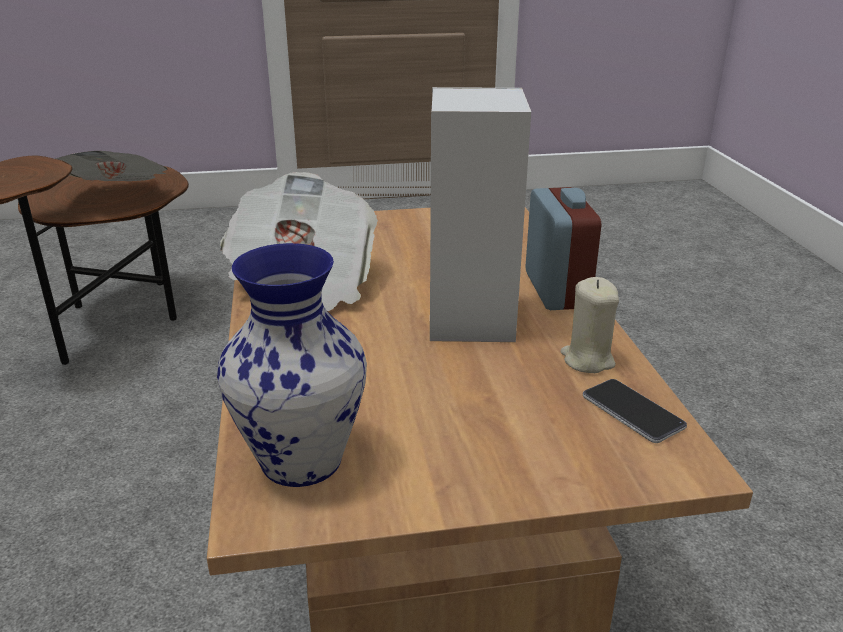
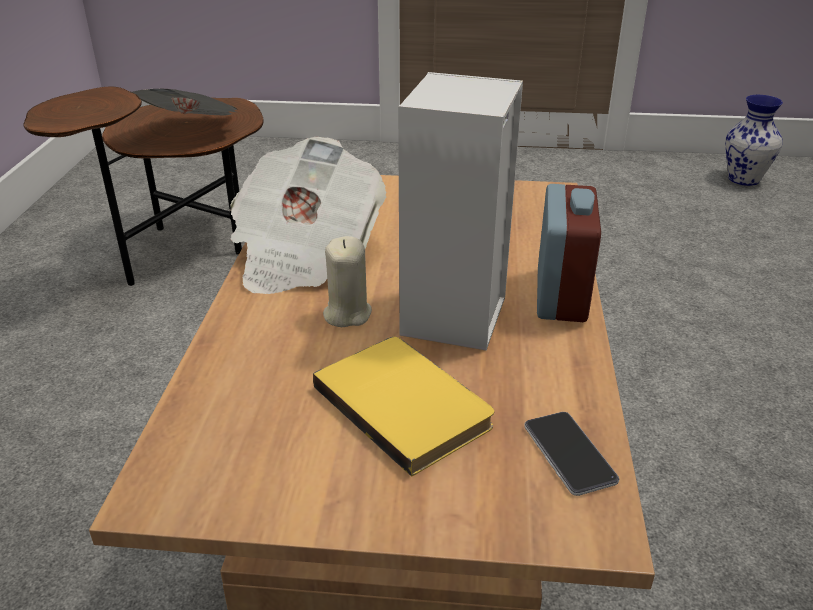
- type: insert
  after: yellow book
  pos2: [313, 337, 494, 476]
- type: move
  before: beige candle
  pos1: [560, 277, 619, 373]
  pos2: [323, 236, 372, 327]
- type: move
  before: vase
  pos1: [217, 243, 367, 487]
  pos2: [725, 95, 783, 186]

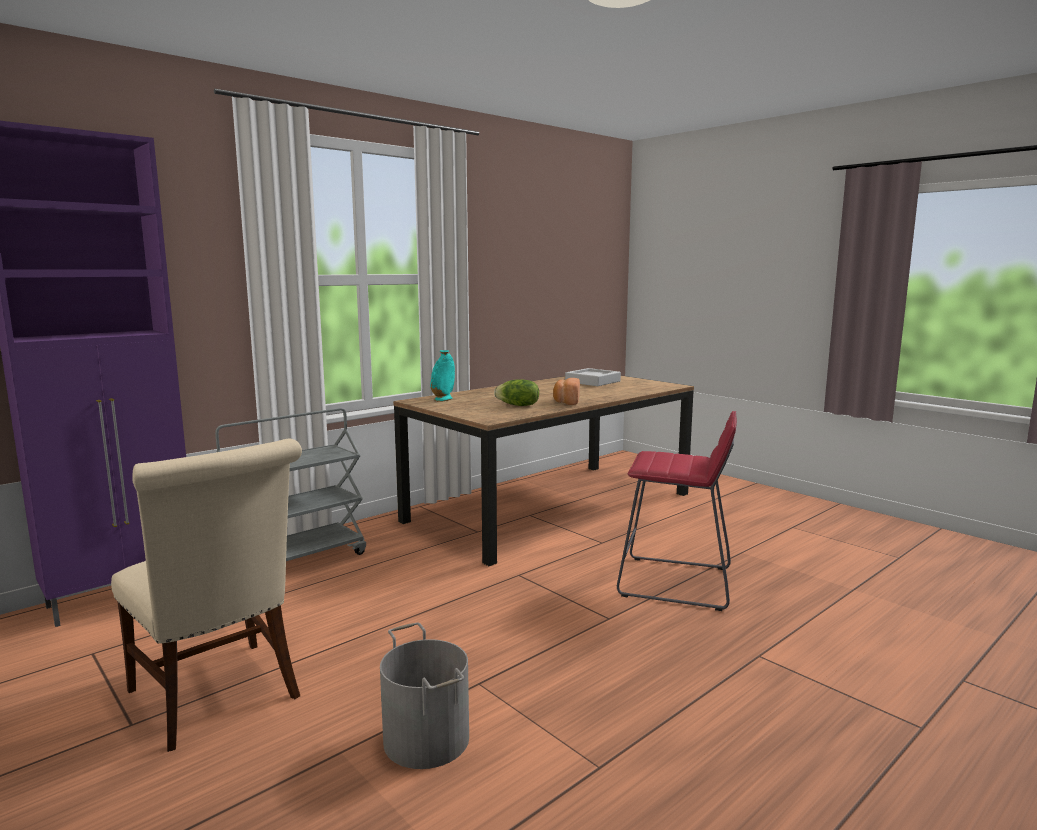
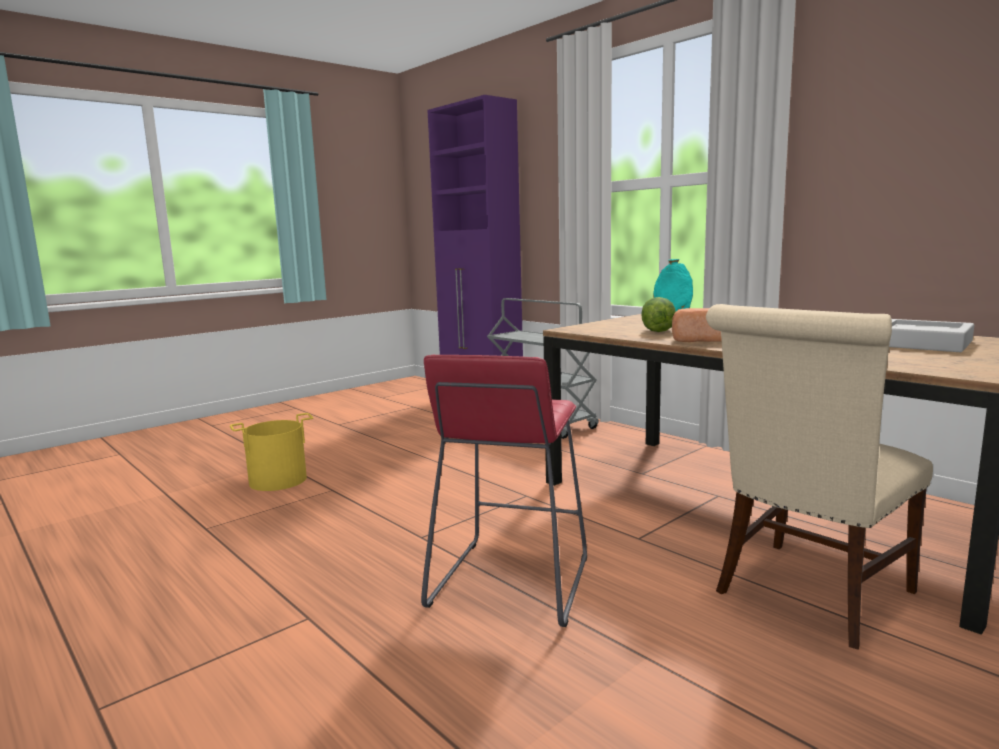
- type: recolor
  before: grey bucket
  after: yellow bucket
  pos1: [380, 622, 469, 769]
  pos2: [230, 413, 313, 491]
- type: move
  before: beige chair
  pos1: [111, 439, 302, 752]
  pos2: [706, 304, 933, 650]

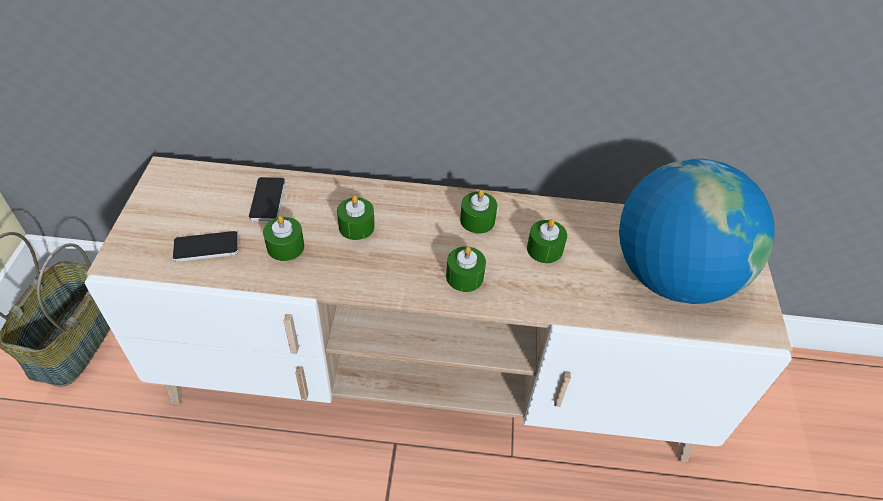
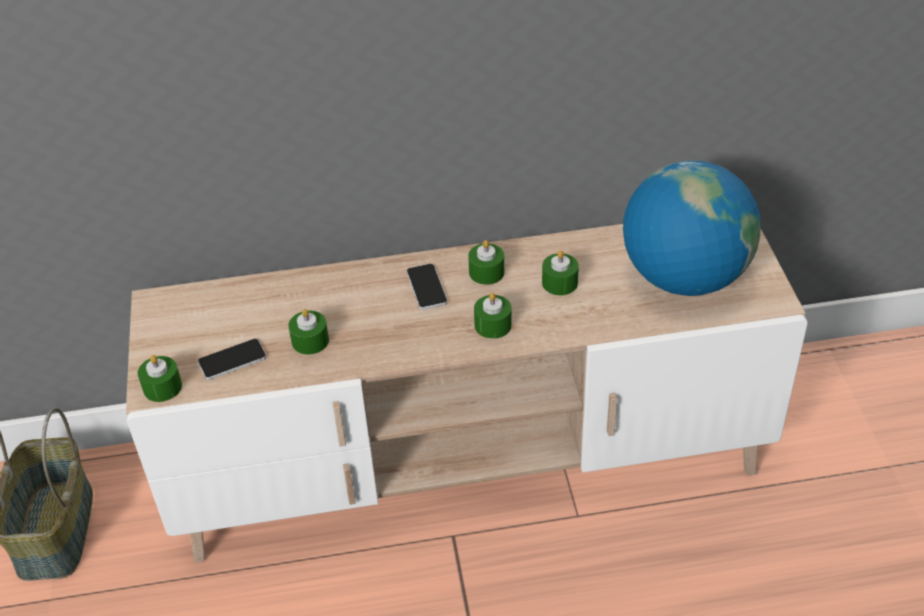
- type: move
  before: green candle
  pos1: [337, 196, 375, 240]
  pos2: [138, 355, 182, 402]
- type: move
  before: phone
  pos1: [249, 177, 285, 221]
  pos2: [407, 264, 448, 310]

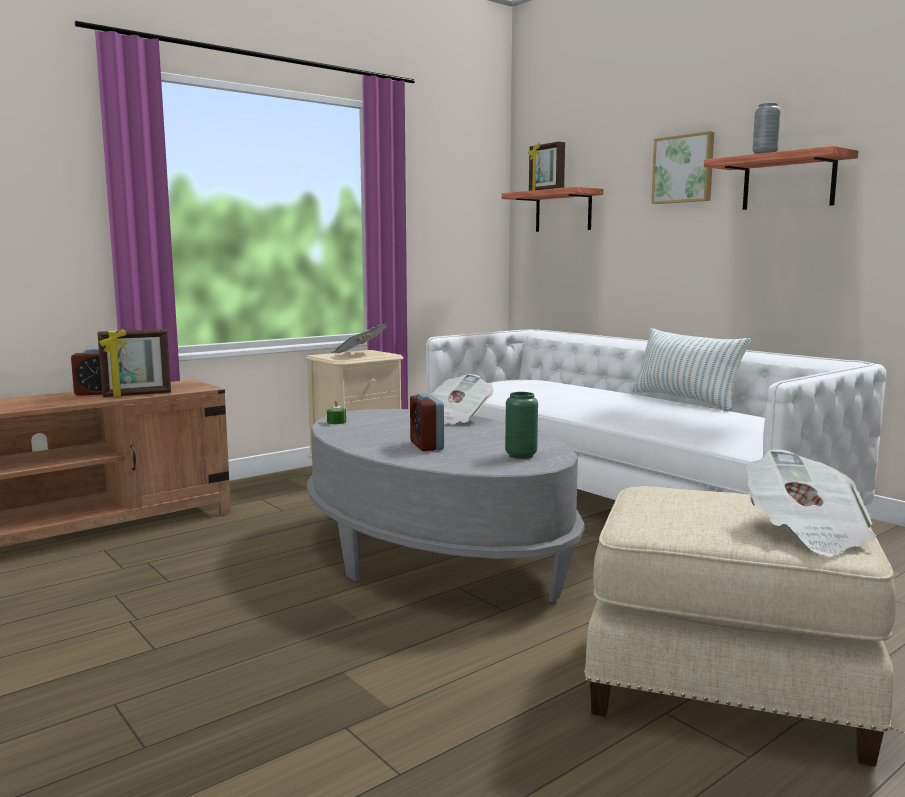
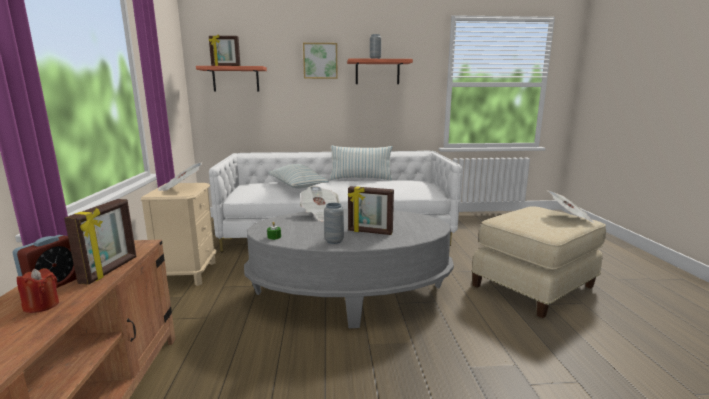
- type: insert
  after: red candle
  pos2: [17, 268, 59, 313]
- type: insert
  after: pillow
  pos2: [268, 164, 329, 189]
- type: insert
  after: grey vase
  pos2: [324, 203, 344, 244]
- type: replace
  before: alarm clock
  after: picture frame
  pos1: [410, 393, 444, 451]
  pos2: [348, 186, 394, 235]
- type: delete
  before: green vase
  pos1: [505, 392, 538, 459]

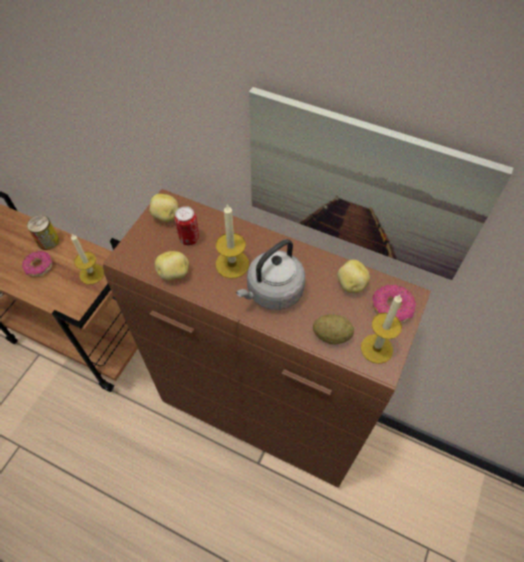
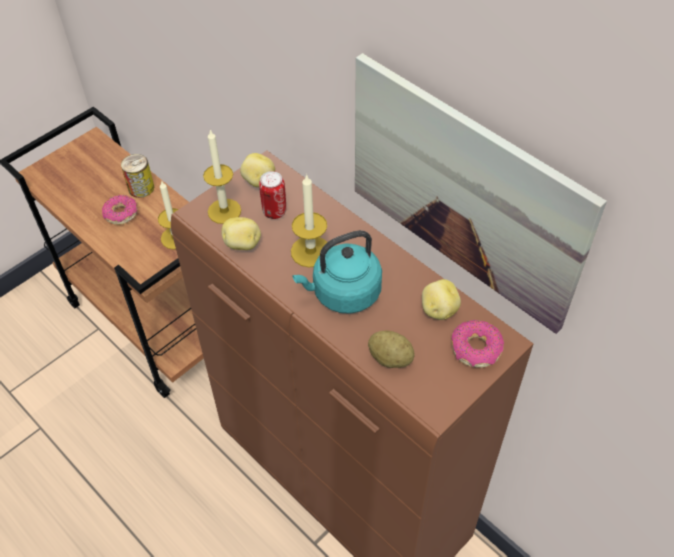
- type: move
  before: candle
  pos1: [361, 295, 402, 364]
  pos2: [203, 129, 241, 224]
- type: recolor
  before: grey kettle
  after: turquoise kettle
  pos1: [236, 239, 305, 310]
  pos2: [293, 230, 382, 314]

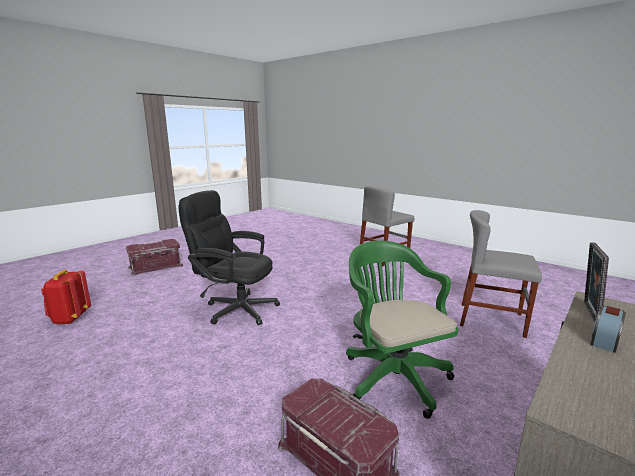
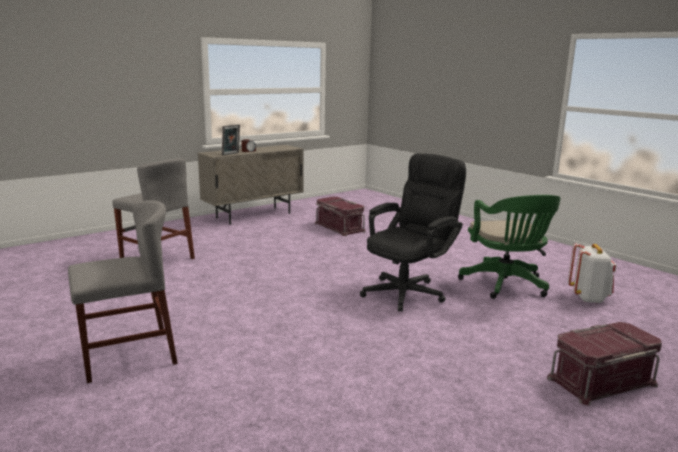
- type: rotate
  before: black office chair
  pos1: [178, 190, 280, 325]
  pos2: [360, 153, 466, 312]
  turn: -75
- type: move
  before: green office chair
  pos1: [346, 241, 458, 419]
  pos2: [458, 195, 561, 299]
- type: recolor
  before: red backpack
  after: white backpack
  pos1: [41, 270, 91, 324]
  pos2: [568, 243, 617, 303]

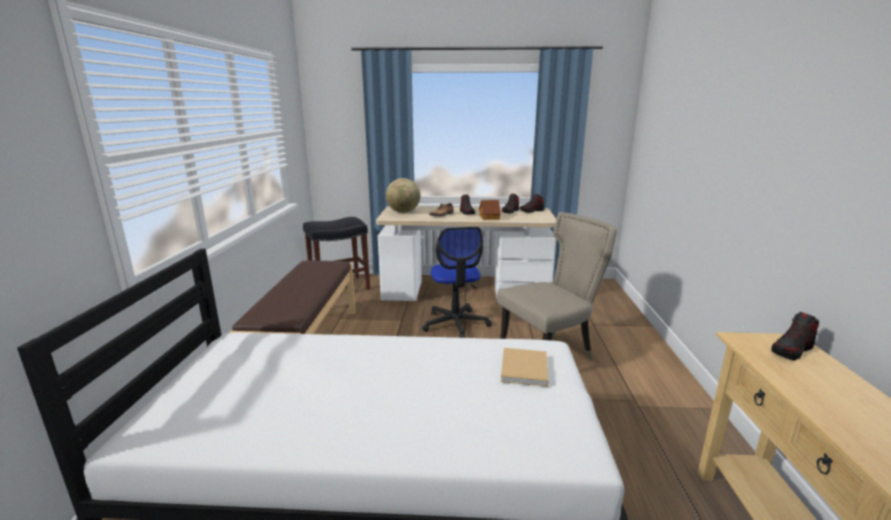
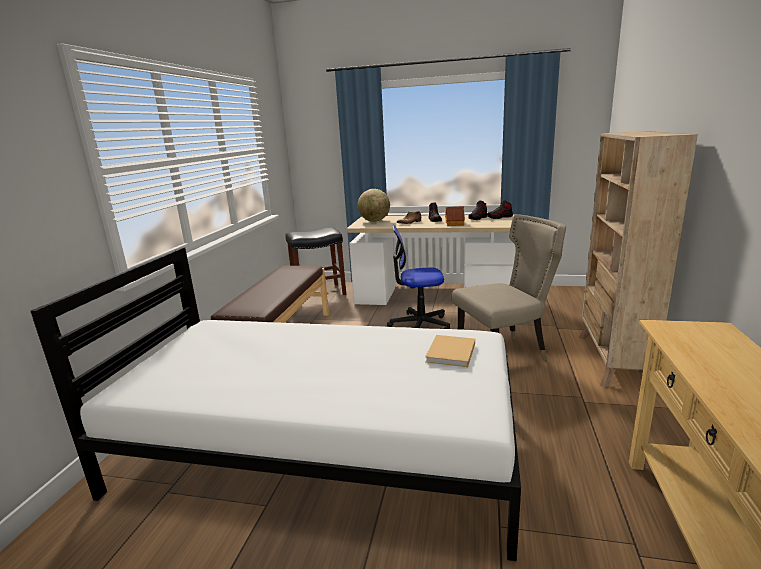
- type: rotate
  before: office chair
  pos1: [422, 227, 492, 338]
  pos2: [387, 224, 450, 329]
  turn: 90
- type: insert
  after: beige bookcase
  pos2: [579, 131, 698, 387]
- type: delete
  before: shoe
  pos1: [771, 312, 819, 360]

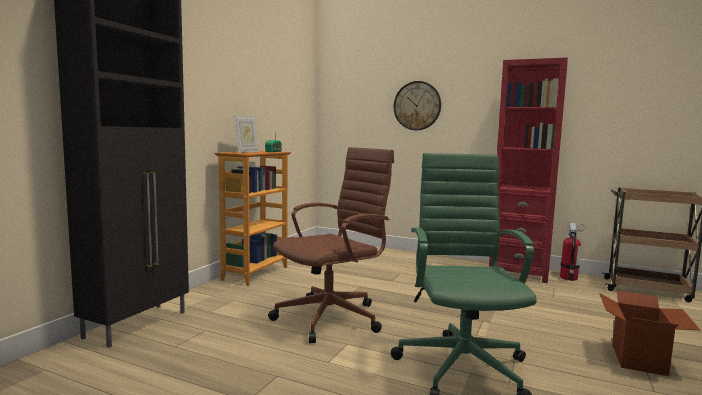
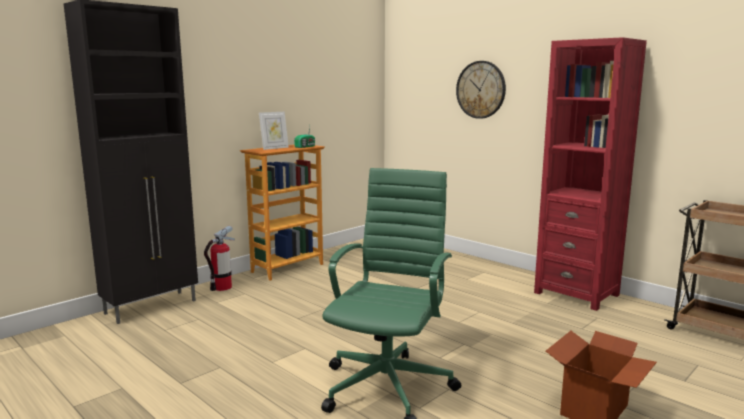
- type: move
  before: fire extinguisher
  pos1: [560, 223, 585, 281]
  pos2: [204, 226, 235, 291]
- type: delete
  before: brown office chair
  pos1: [268, 147, 394, 343]

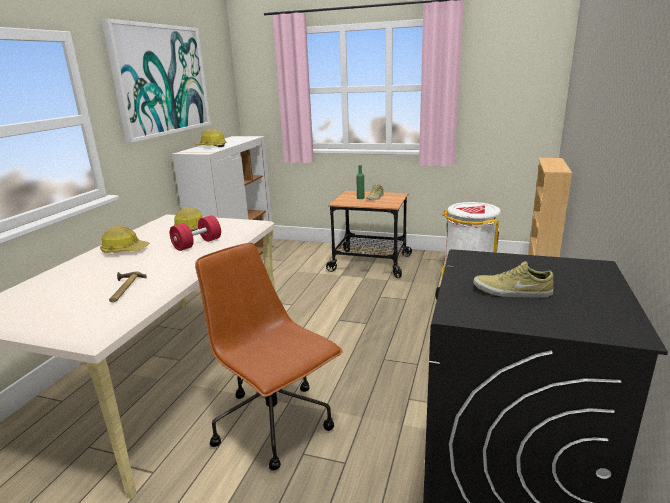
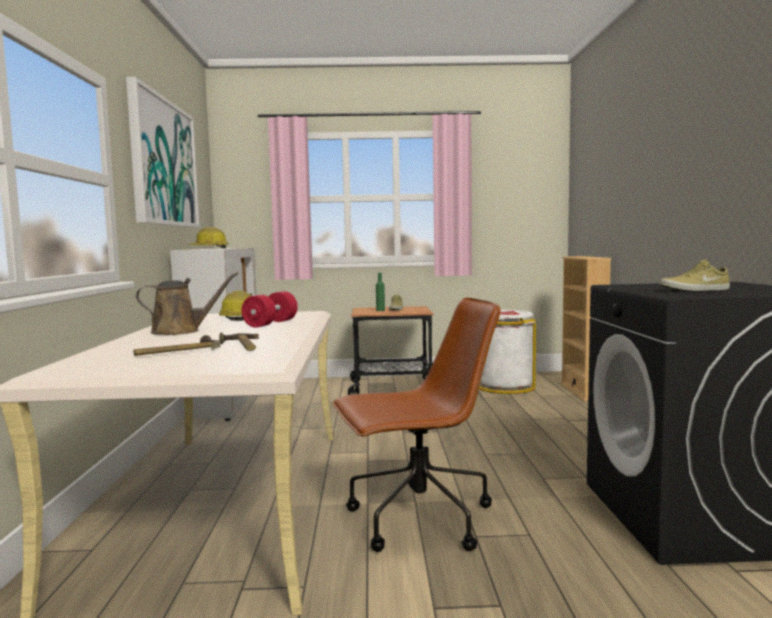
- type: insert
  after: hammer
  pos2: [134, 335, 221, 356]
- type: replace
  before: hard hat
  after: brown watering can
  pos1: [100, 226, 149, 253]
  pos2: [136, 272, 239, 335]
- type: rotate
  before: brown office chair
  pos1: [195, 243, 343, 471]
  pos2: [332, 298, 501, 552]
  turn: 135

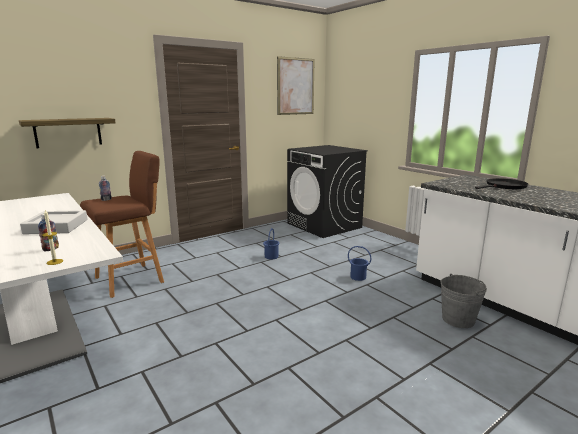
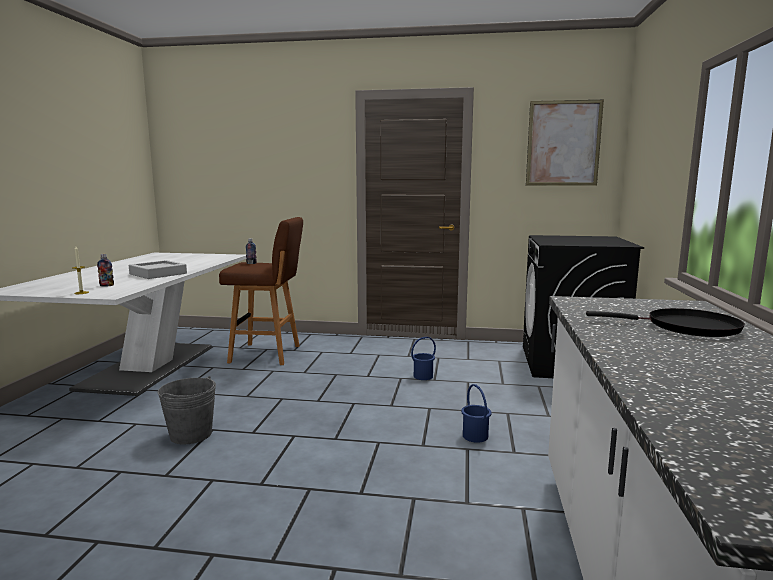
- type: move
  before: grey bucket
  pos1: [441, 274, 487, 328]
  pos2: [157, 376, 216, 445]
- type: delete
  before: shelf
  pos1: [19, 118, 116, 148]

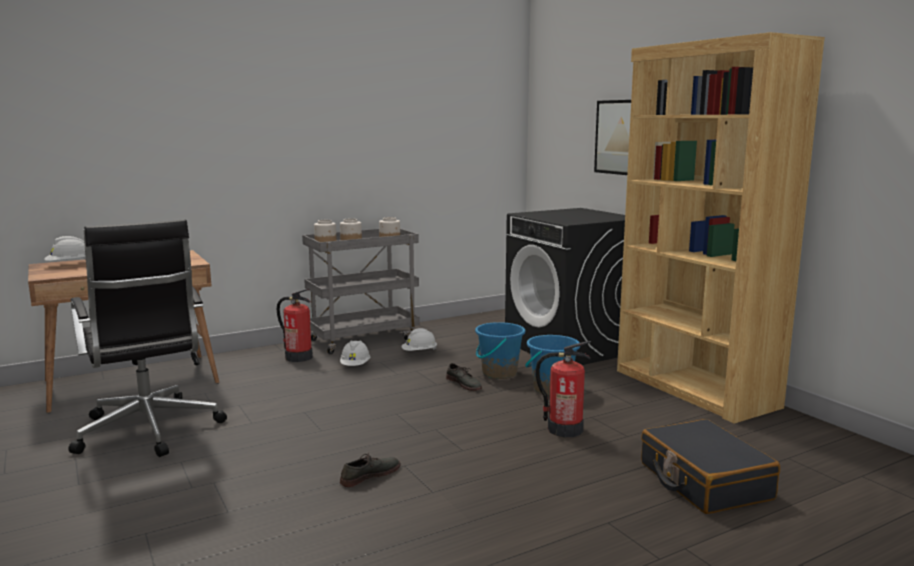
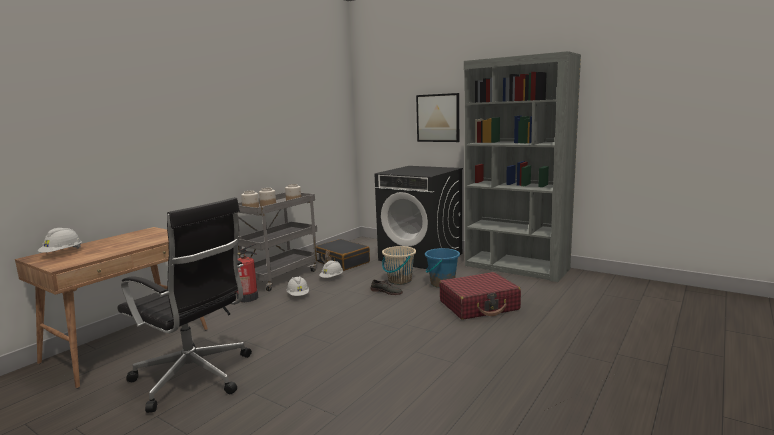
- type: move
  before: black suitcase
  pos1: [641, 419, 780, 514]
  pos2: [316, 239, 370, 271]
- type: recolor
  before: blue bucket
  after: beige bucket
  pos1: [475, 322, 525, 379]
  pos2: [382, 246, 416, 285]
- type: replace
  before: fire extinguisher
  after: red suitcase
  pos1: [535, 341, 591, 437]
  pos2: [439, 272, 521, 320]
- type: recolor
  before: brown bookcase
  after: grey bookcase
  pos1: [617, 32, 825, 424]
  pos2: [464, 51, 581, 282]
- type: delete
  before: grey shoe
  pos1: [340, 453, 401, 487]

